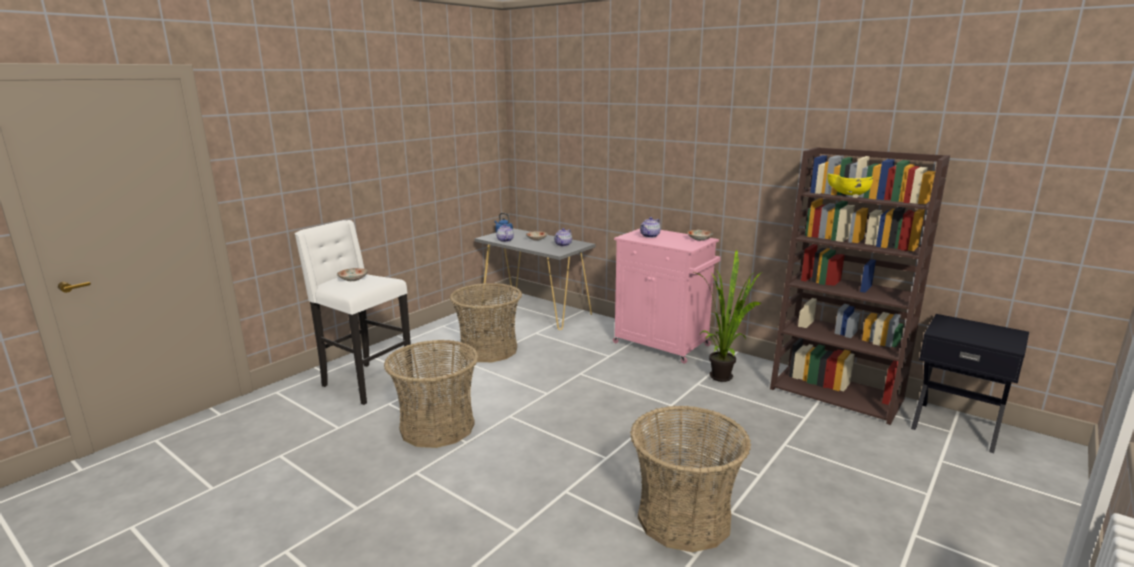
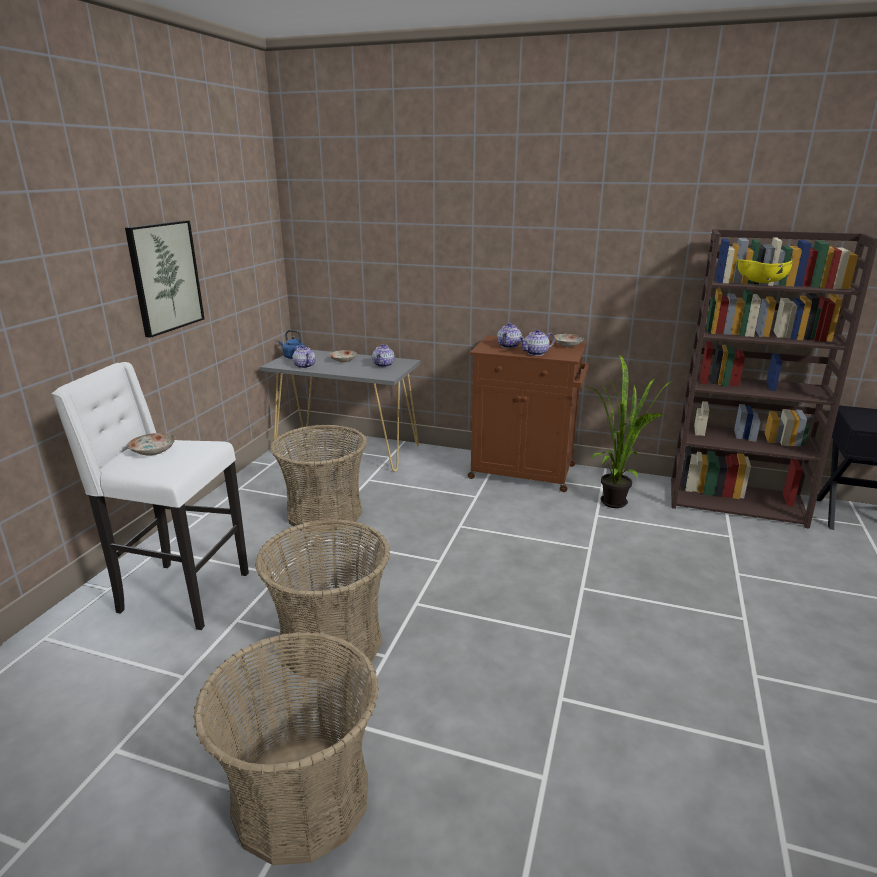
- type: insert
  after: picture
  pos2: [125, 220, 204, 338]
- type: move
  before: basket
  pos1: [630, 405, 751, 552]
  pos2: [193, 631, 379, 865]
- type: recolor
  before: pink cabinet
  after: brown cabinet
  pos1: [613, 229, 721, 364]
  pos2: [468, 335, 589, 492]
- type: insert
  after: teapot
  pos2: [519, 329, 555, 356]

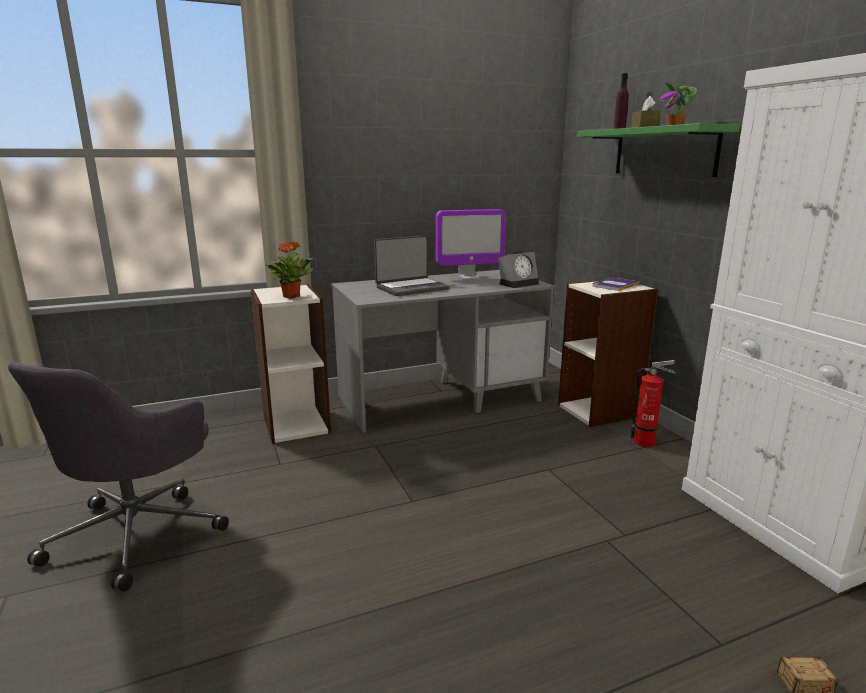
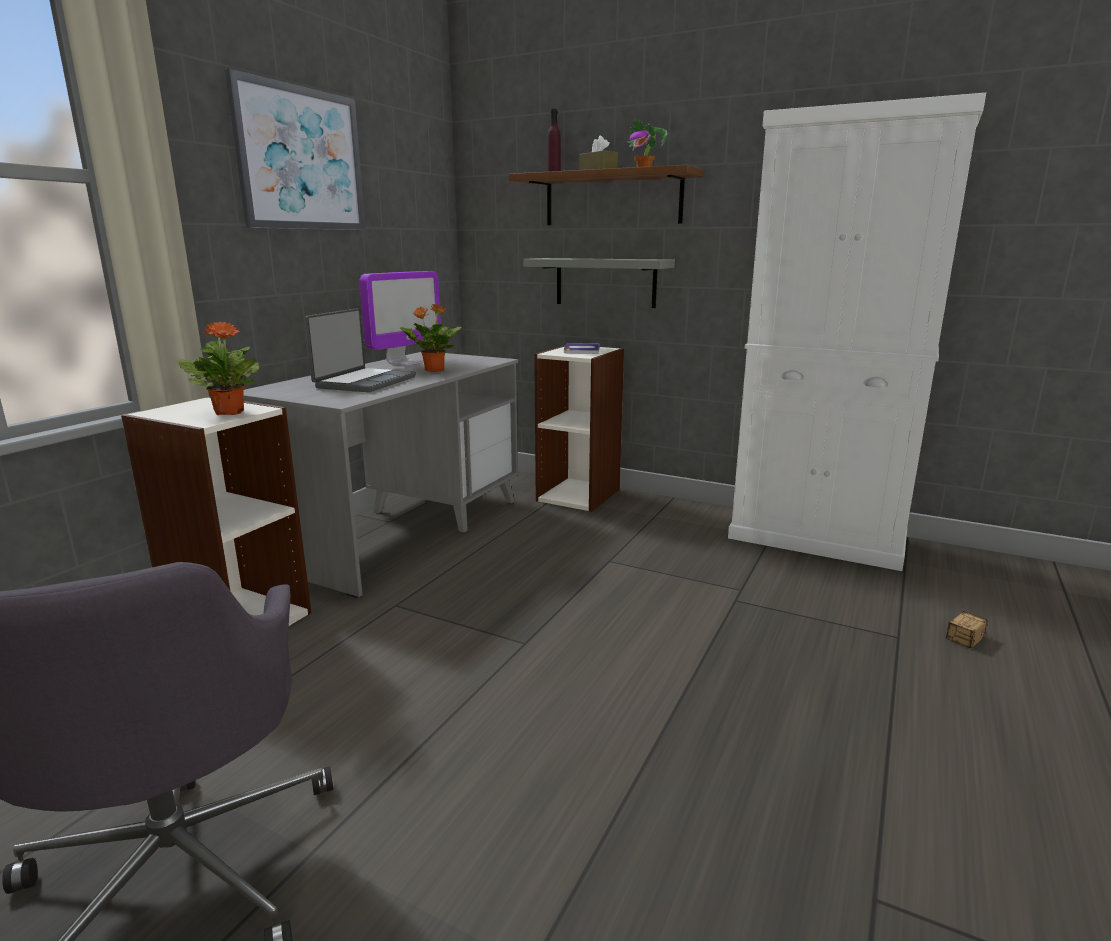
- type: insert
  after: picture
  pos2: [225, 68, 365, 230]
- type: insert
  after: potted plant
  pos2: [400, 304, 461, 372]
- type: recolor
  before: green shelf
  after: brown shelf
  pos1: [577, 123, 740, 177]
  pos2: [509, 165, 704, 225]
- type: insert
  after: grey shelf
  pos2: [523, 258, 675, 308]
- type: delete
  before: alarm clock
  pos1: [498, 251, 539, 288]
- type: delete
  before: fire extinguisher
  pos1: [630, 360, 675, 448]

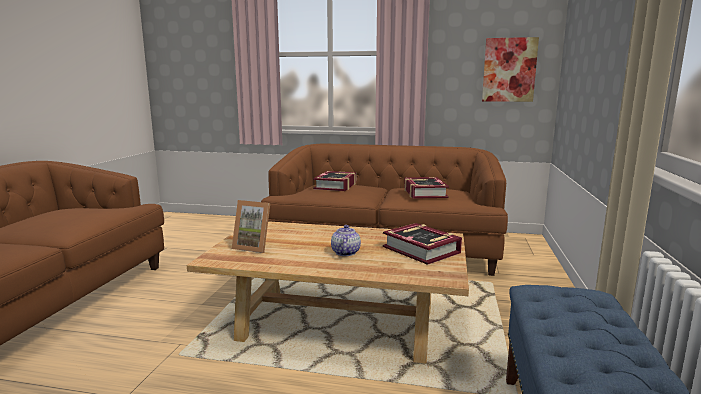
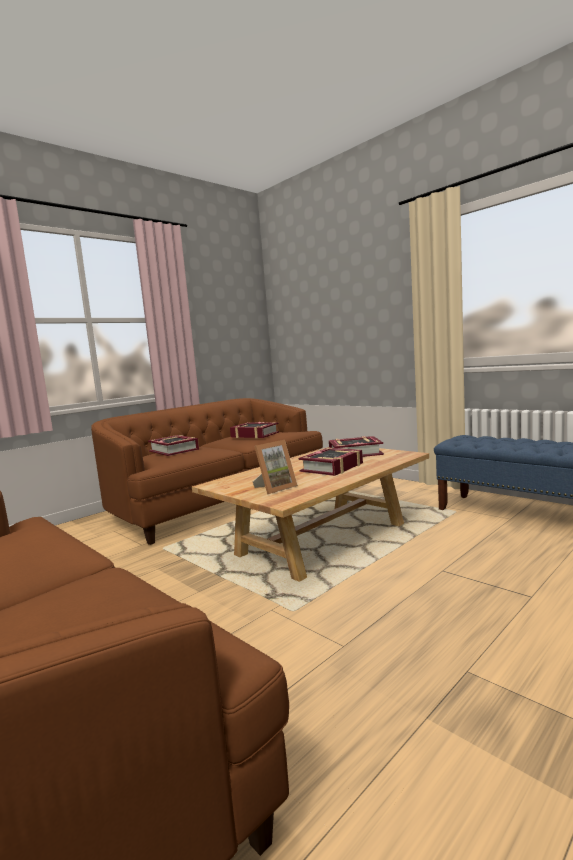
- type: replace
  before: teapot
  after: book
  pos1: [331, 225, 361, 256]
  pos2: [299, 447, 363, 476]
- type: delete
  before: picture
  pos1: [482, 37, 539, 102]

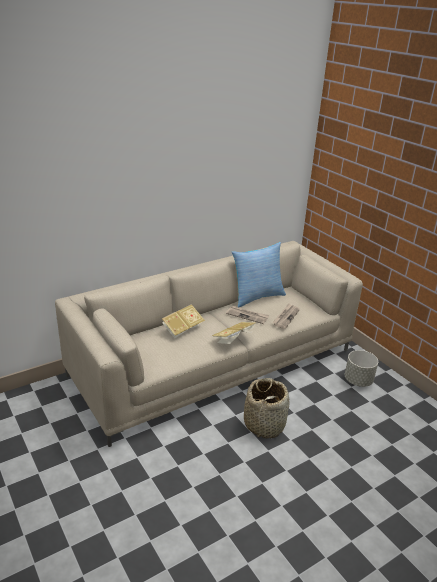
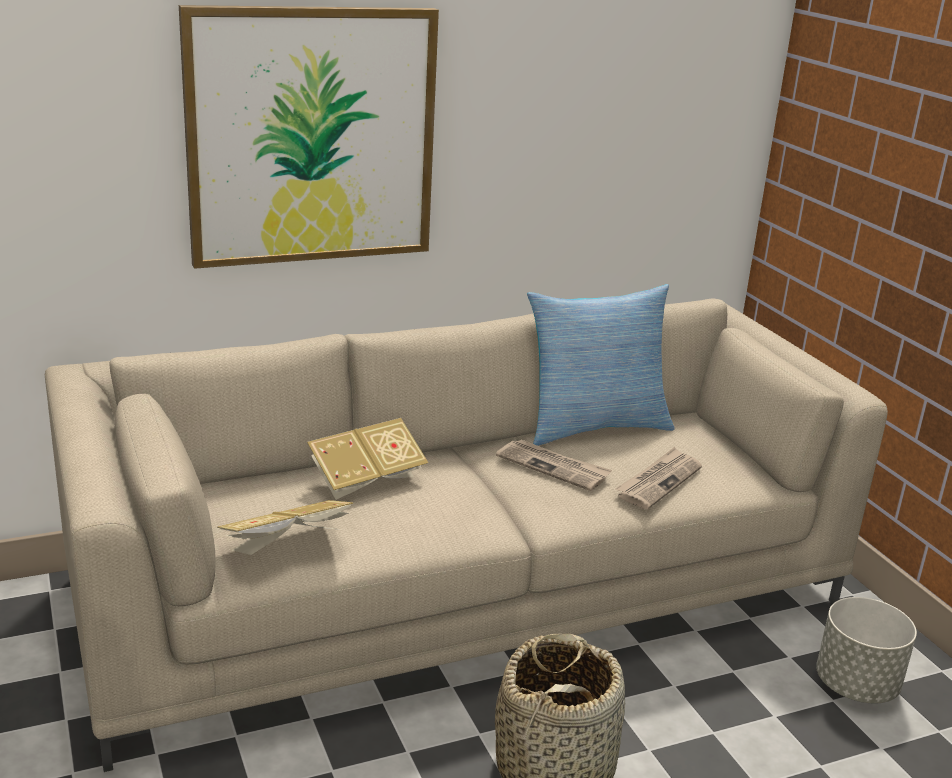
- type: insert
  after: picture
  pos2: [179, 5, 439, 269]
- type: move
  before: book
  pos1: [212, 322, 255, 344]
  pos2: [217, 500, 354, 555]

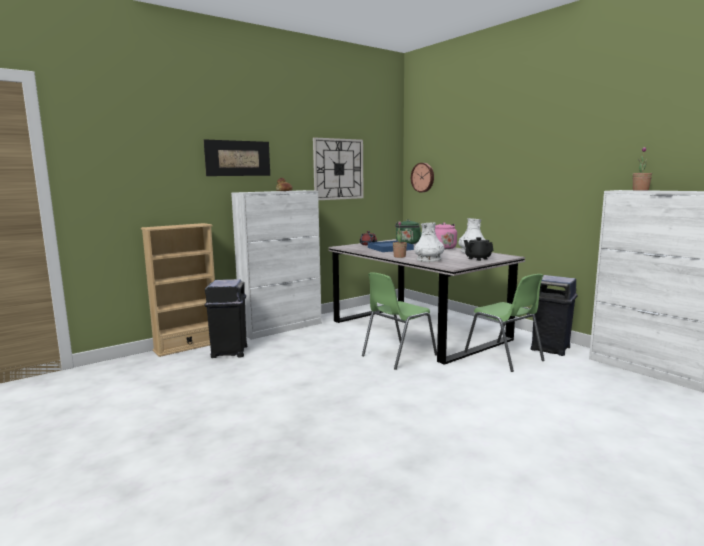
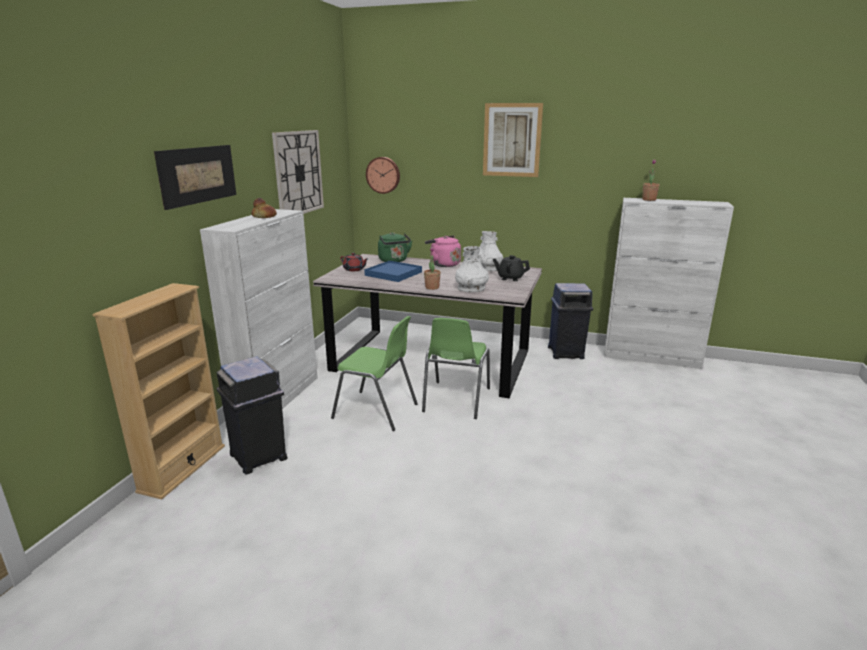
- type: move
  before: green chair
  pos1: [464, 274, 545, 372]
  pos2: [331, 316, 418, 431]
- type: insert
  after: picture
  pos2: [483, 103, 543, 177]

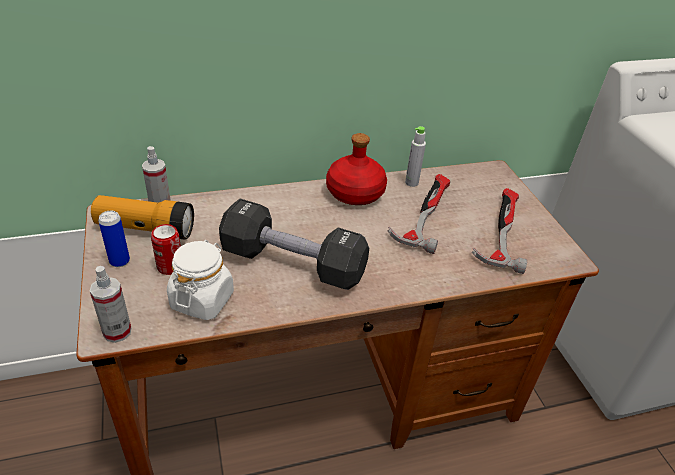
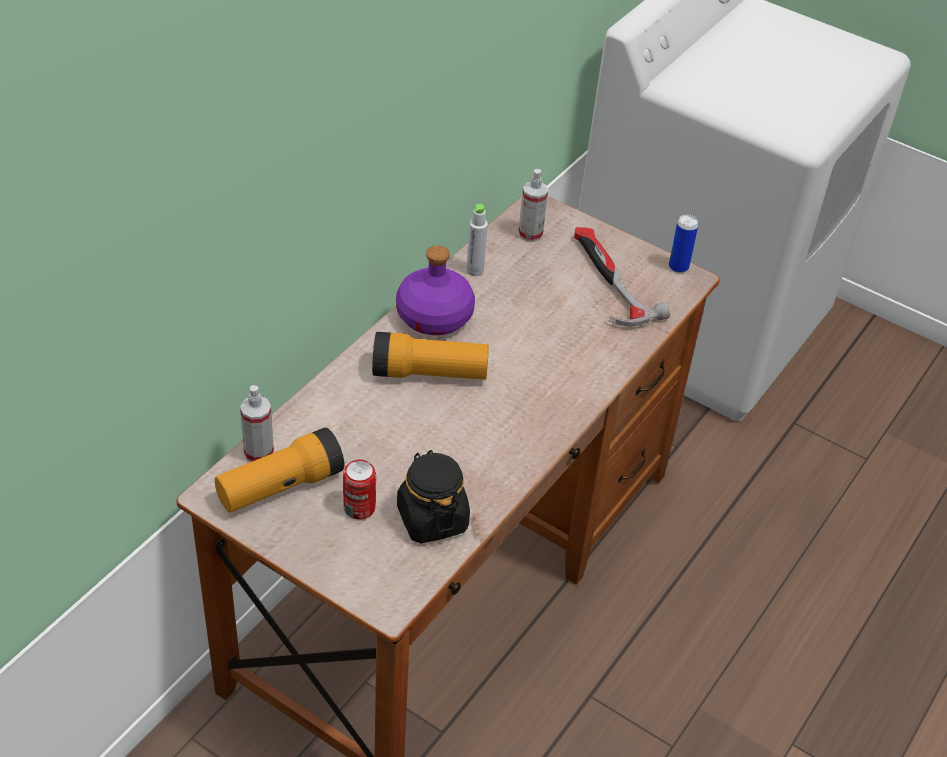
- type: insert
  after: flashlight
  pos2: [372, 332, 489, 380]
- type: recolor
  before: red bottle
  after: purple bottle
  pos1: [326, 133, 387, 205]
  pos2: [396, 246, 475, 335]
- type: recolor
  before: white jar
  after: black jar
  pos1: [167, 240, 234, 320]
  pos2: [397, 450, 470, 544]
- type: move
  before: spray bottle
  pos1: [90, 266, 131, 343]
  pos2: [518, 169, 548, 242]
- type: move
  before: can
  pos1: [98, 211, 130, 267]
  pos2: [669, 215, 698, 273]
- type: delete
  before: black dumbbell
  pos1: [219, 199, 369, 290]
- type: delete
  before: hammer
  pos1: [388, 174, 450, 254]

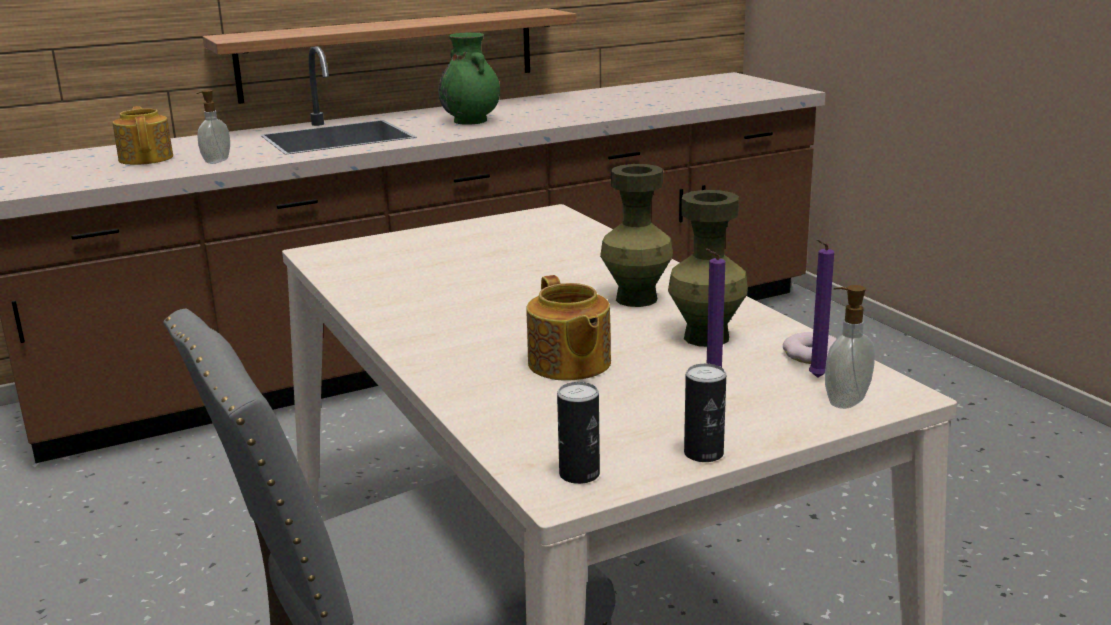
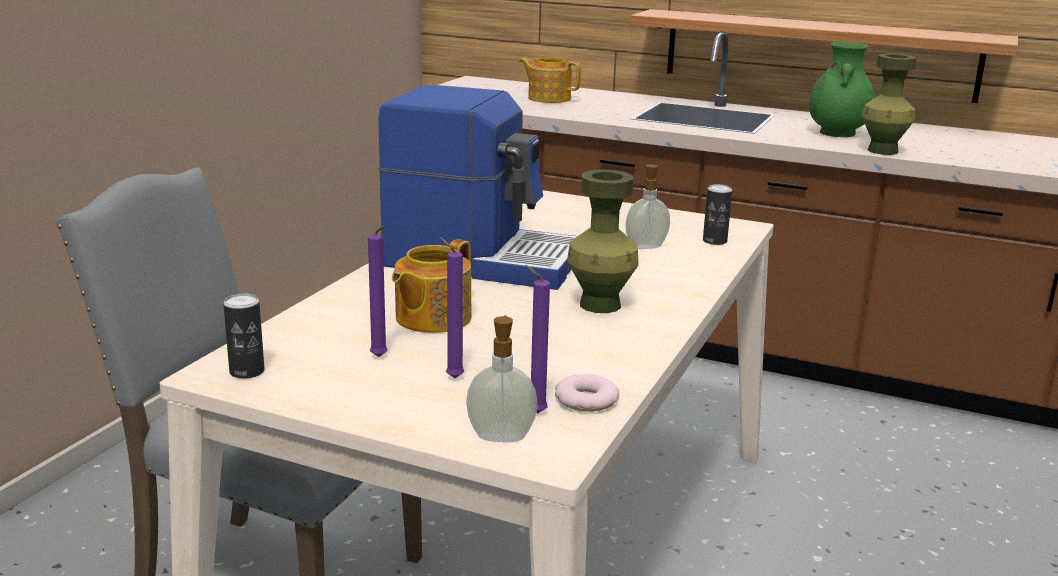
- type: insert
  after: purple candle
  pos2: [368, 226, 387, 357]
- type: insert
  after: coffee machine
  pos2: [378, 85, 577, 290]
- type: rotate
  before: teapot
  pos1: [113, 106, 173, 165]
  pos2: [519, 57, 581, 103]
  turn: -90
- type: move
  before: soap dispenser
  pos1: [196, 90, 230, 164]
  pos2: [625, 164, 670, 249]
- type: move
  before: can
  pos1: [684, 364, 726, 462]
  pos2: [703, 184, 732, 245]
- type: move
  before: green vase
  pos1: [668, 190, 748, 347]
  pos2: [862, 54, 917, 155]

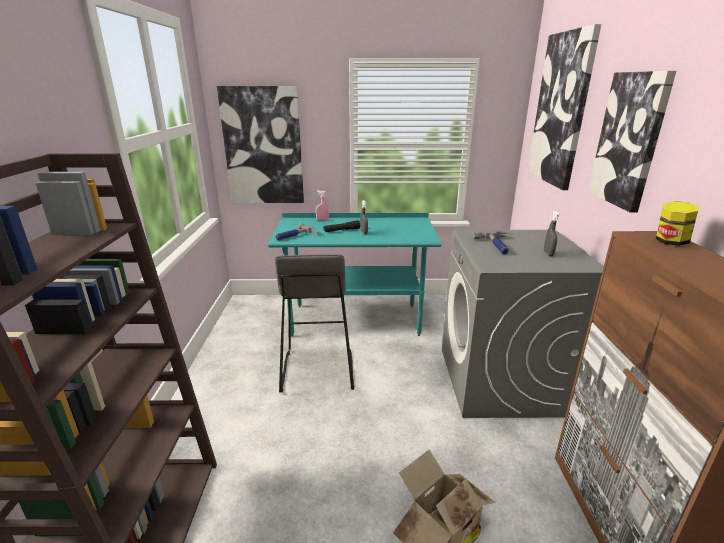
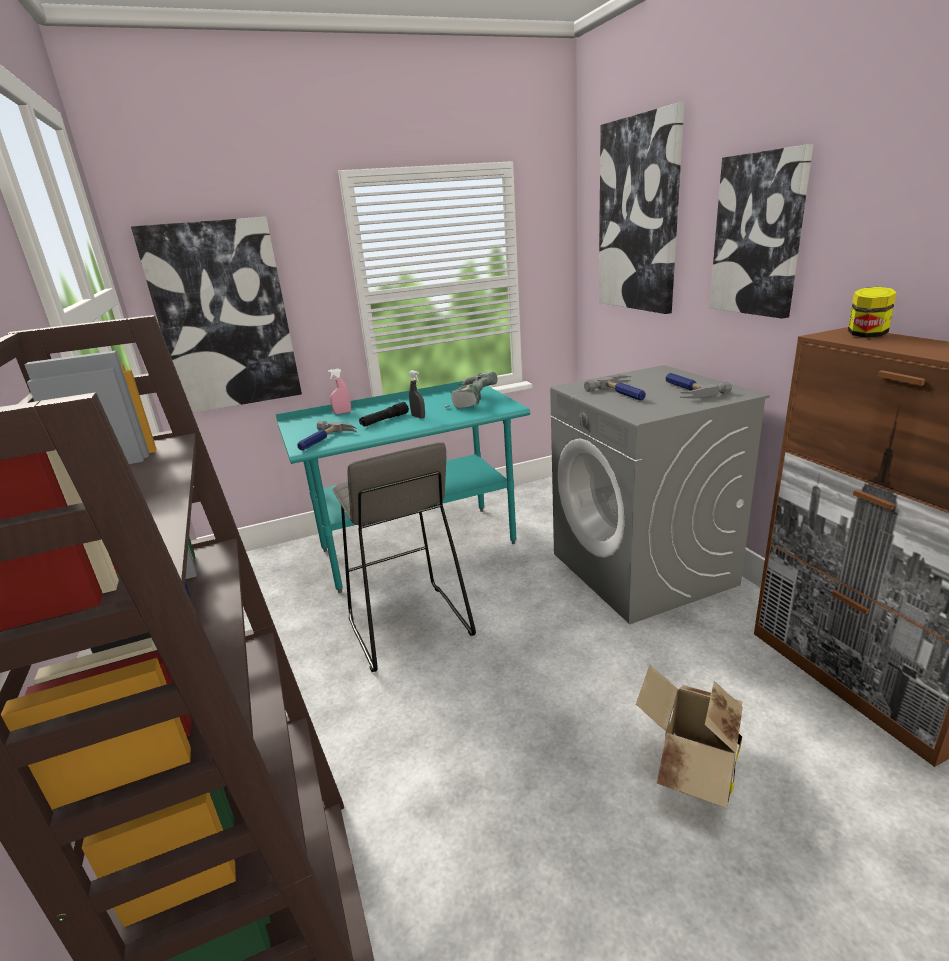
- type: insert
  after: power drill
  pos2: [445, 372, 498, 408]
- type: replace
  before: grey spray bottle
  after: hammer
  pos1: [544, 211, 560, 256]
  pos2: [666, 373, 732, 398]

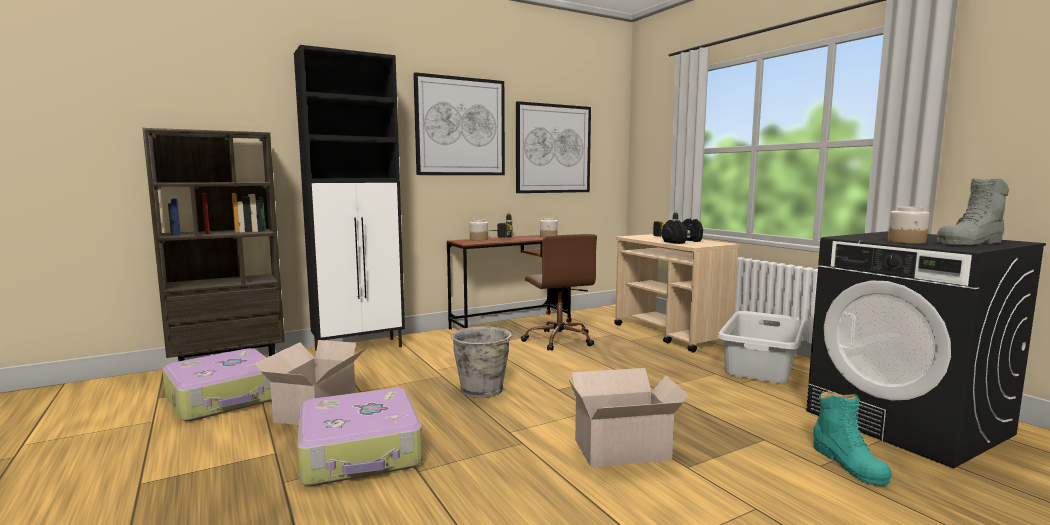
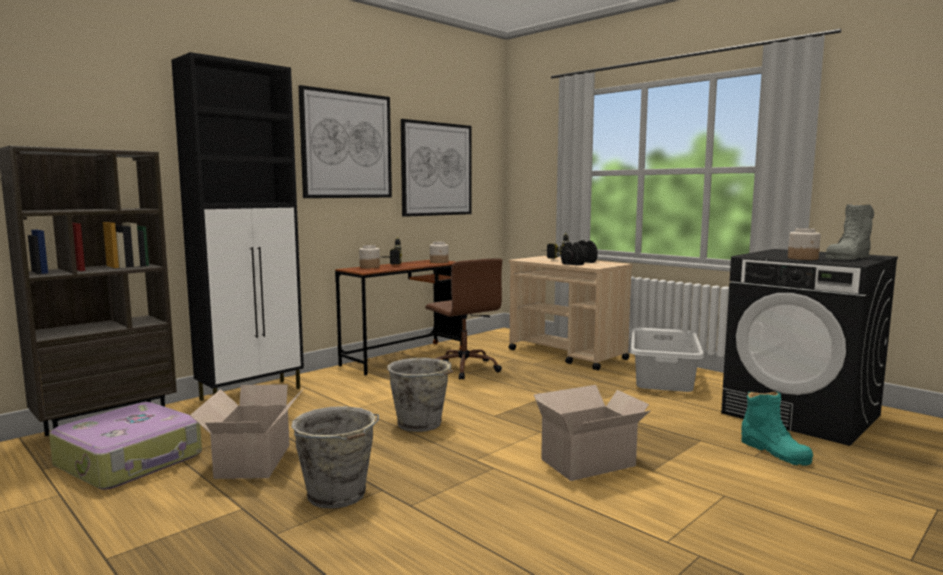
- type: replace
  before: suitcase
  after: grey bucket
  pos1: [297, 388, 423, 486]
  pos2: [291, 406, 379, 509]

